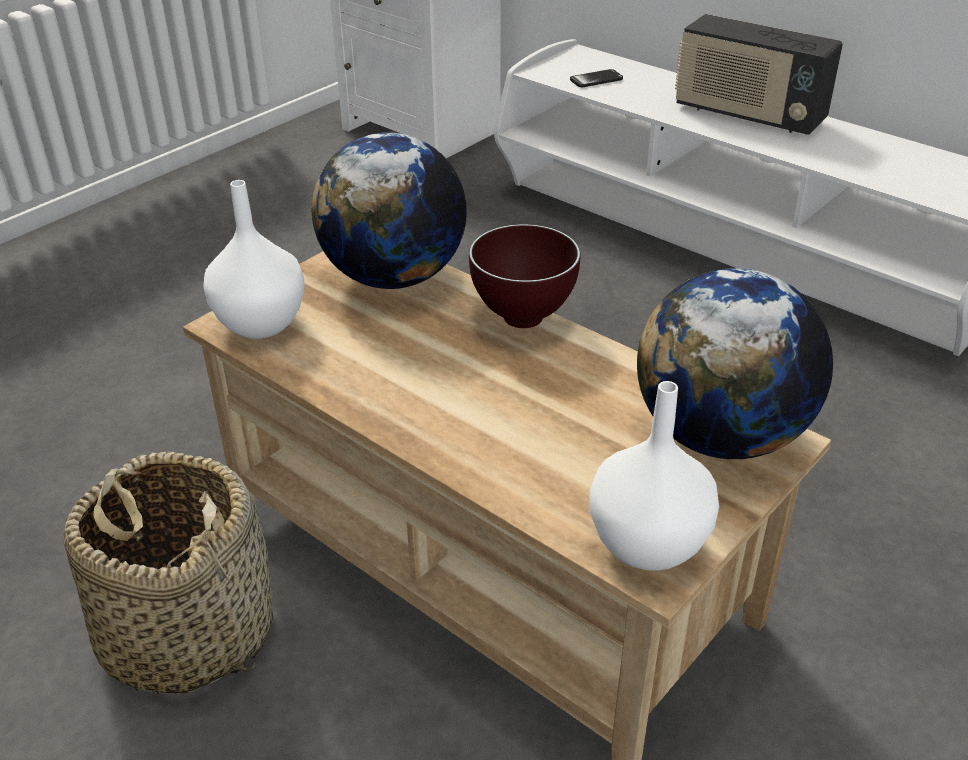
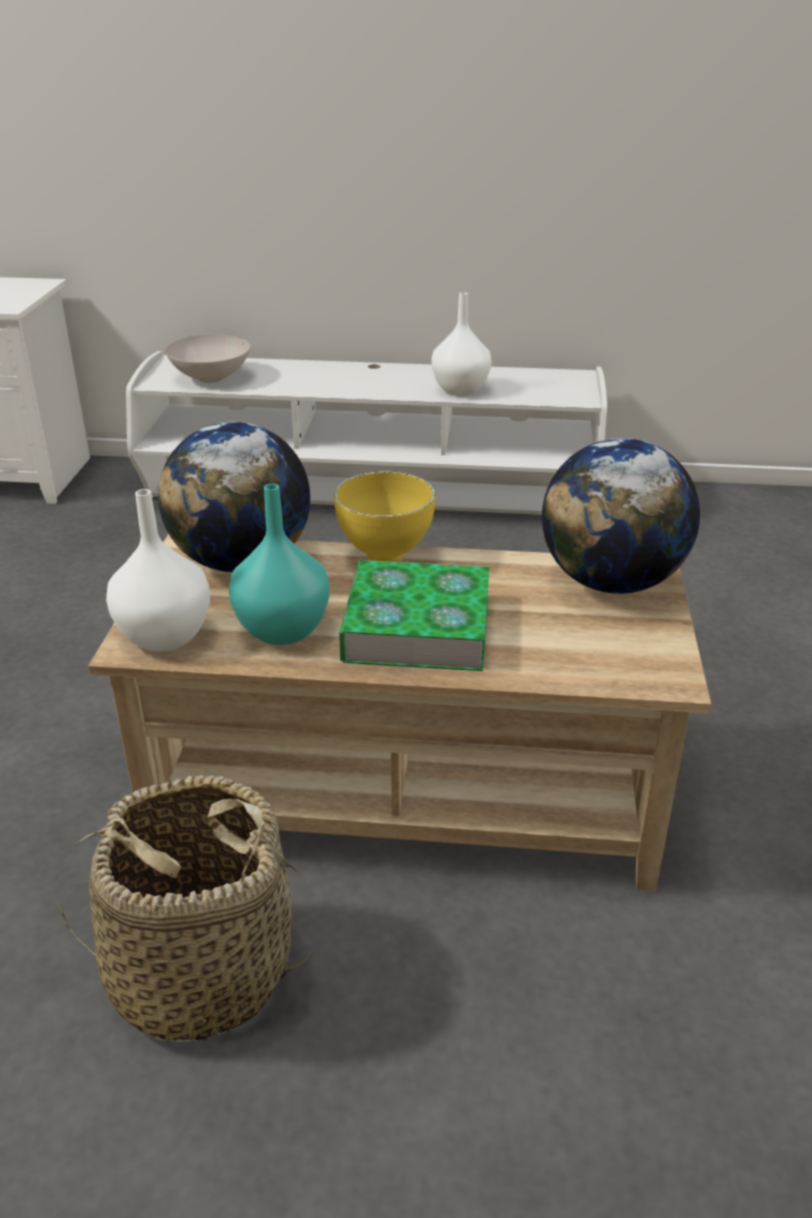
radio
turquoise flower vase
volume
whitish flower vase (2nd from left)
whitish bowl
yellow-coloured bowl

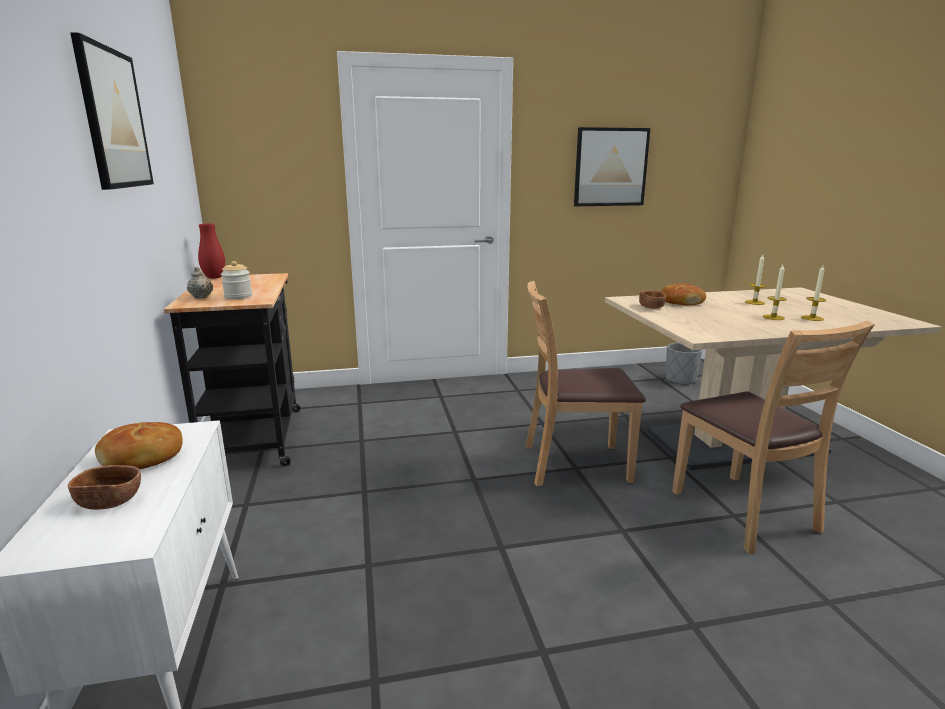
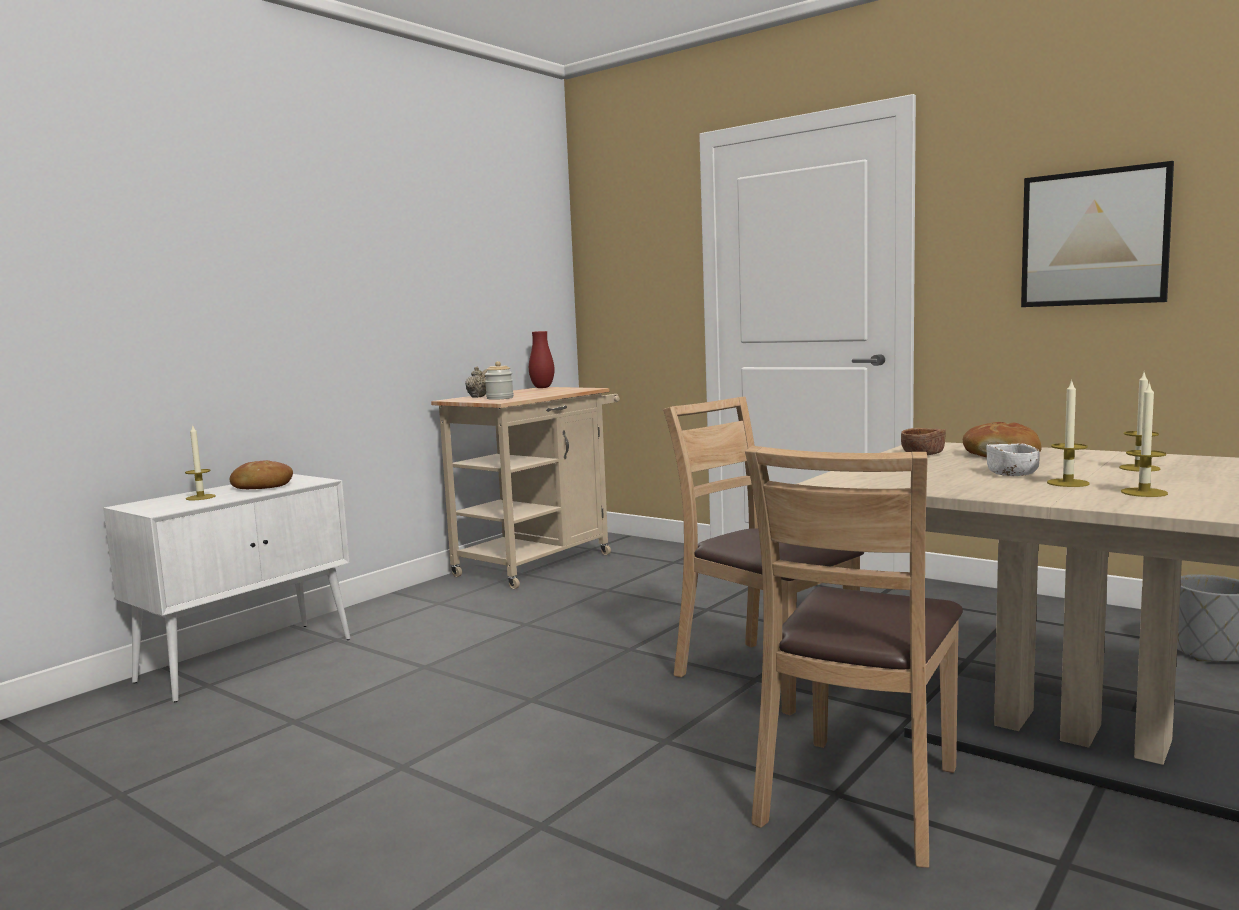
wall picture (1st from left in the first image)
whitish bowl
wax light (1st from left)
beige-coloured cart

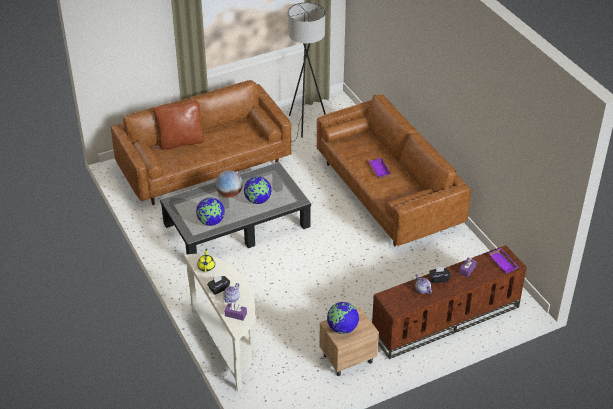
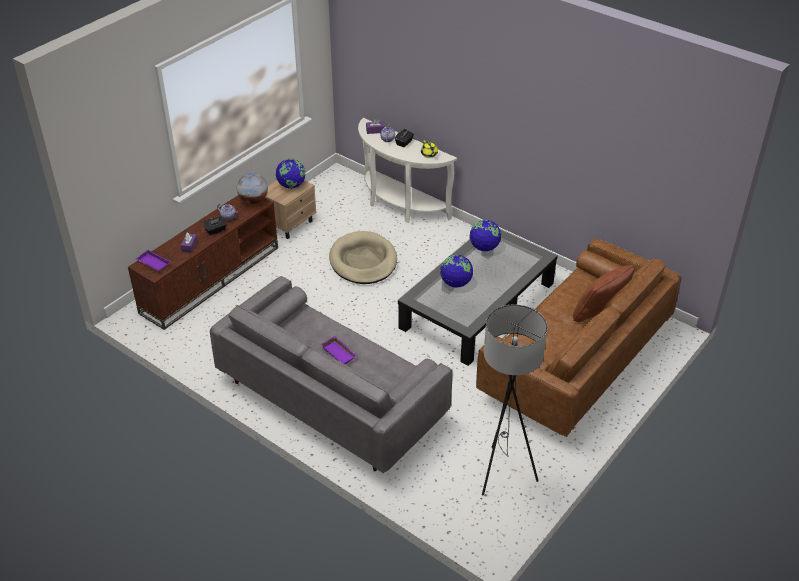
beige-coloured dog cushion
desk globe (1st from left)
greyish couch

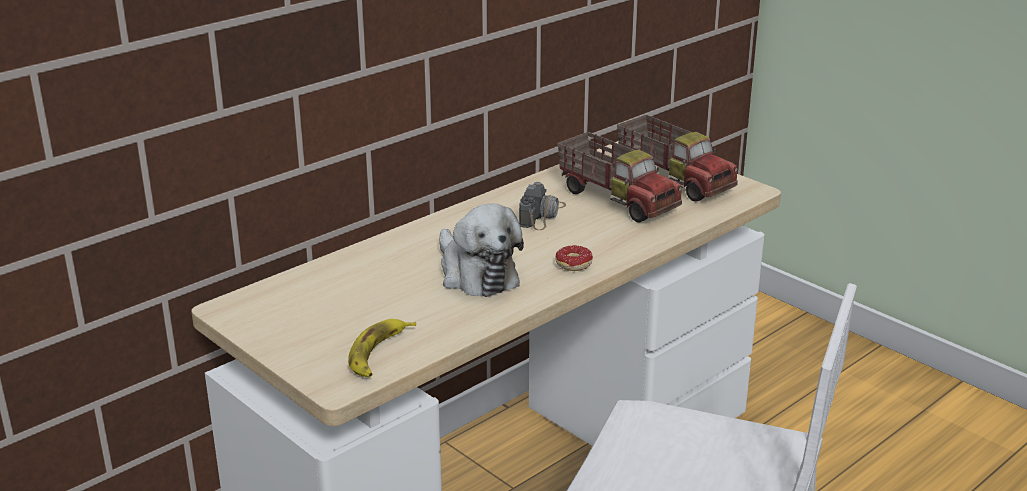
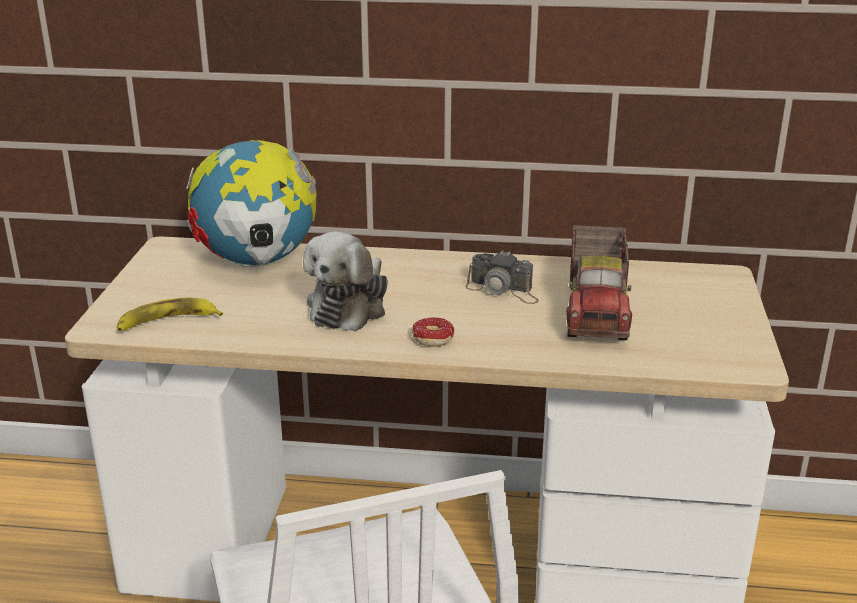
toy truck (2nd from left in the first image)
desk globe
photo camera

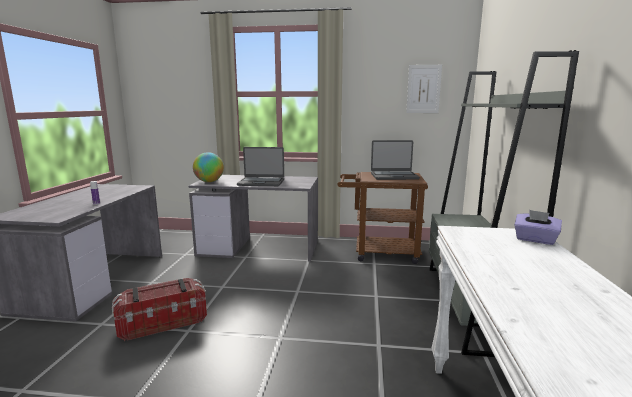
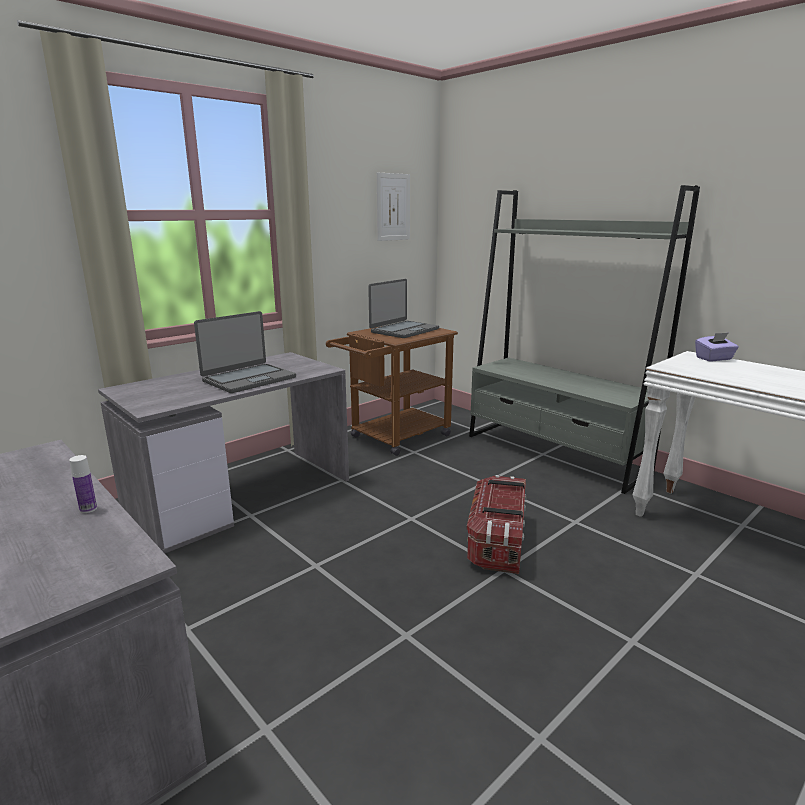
desk globe
storage container

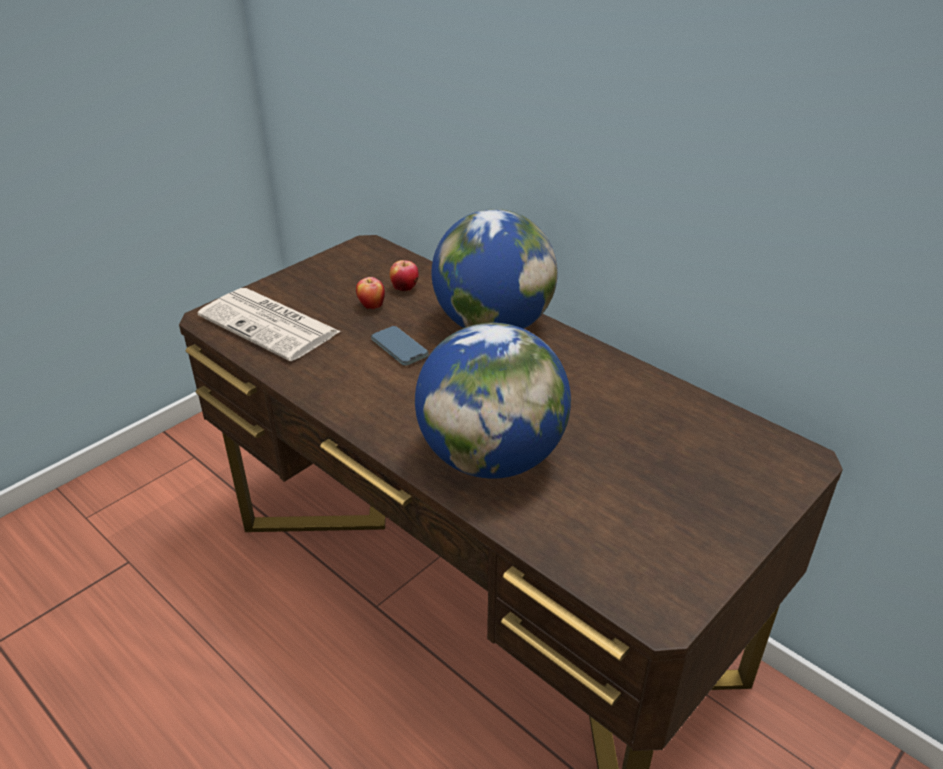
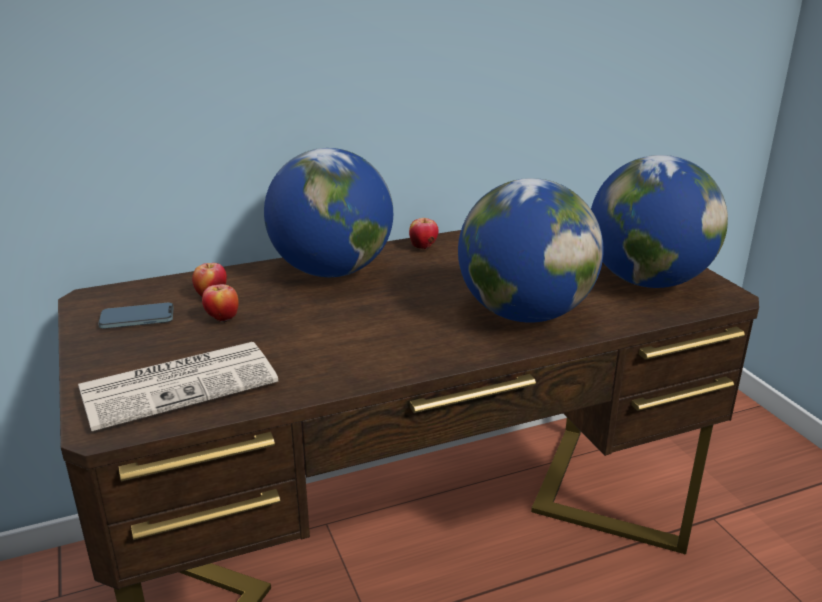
apple (3rd from left)
desk globe (3rd from left)
handset

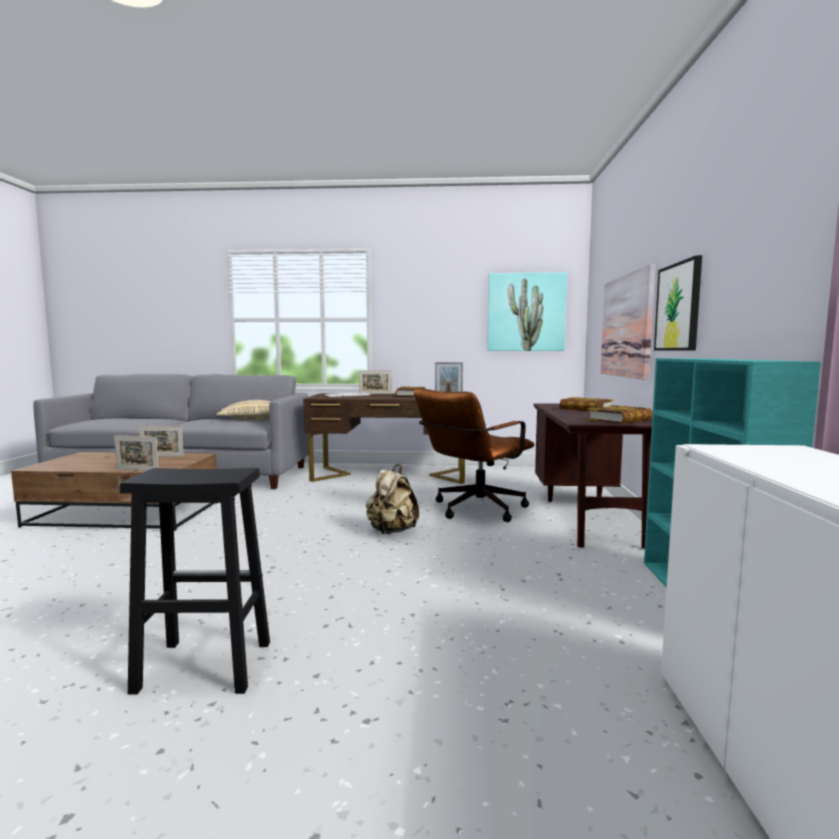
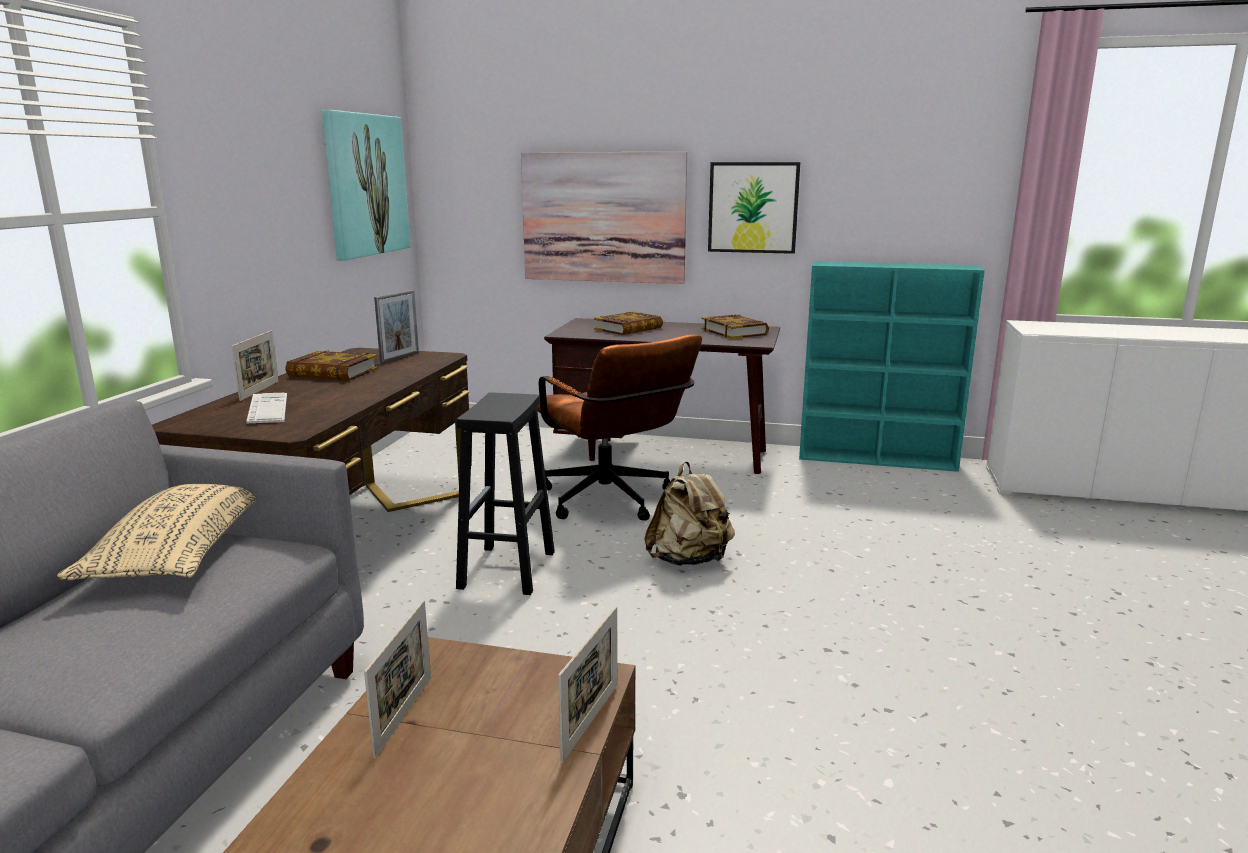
blackish stool seat

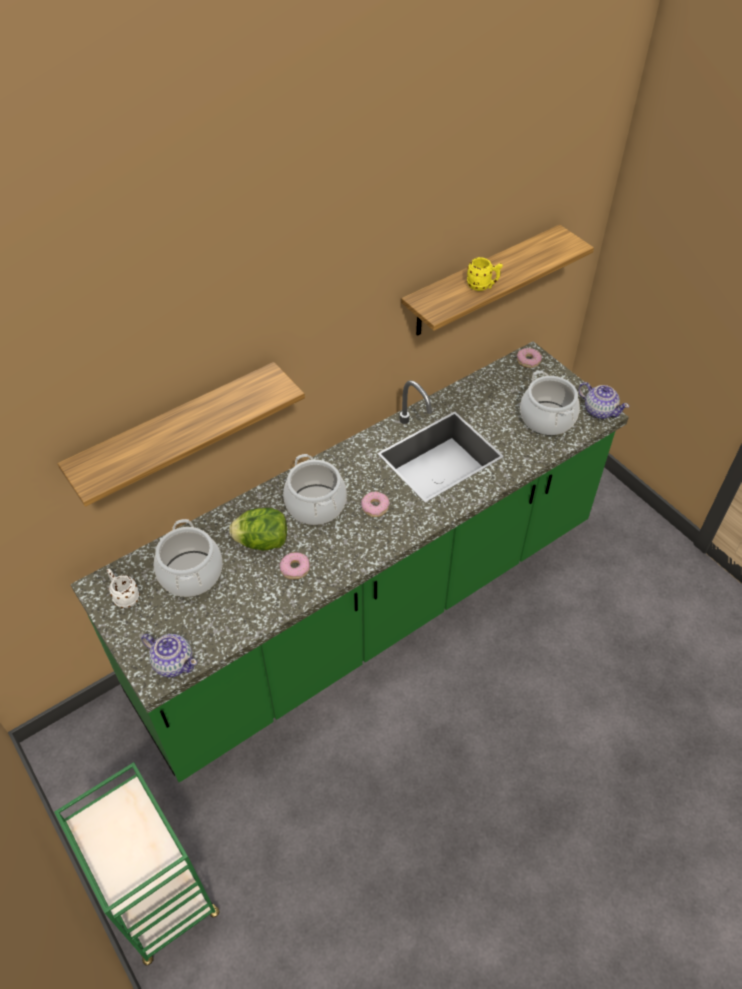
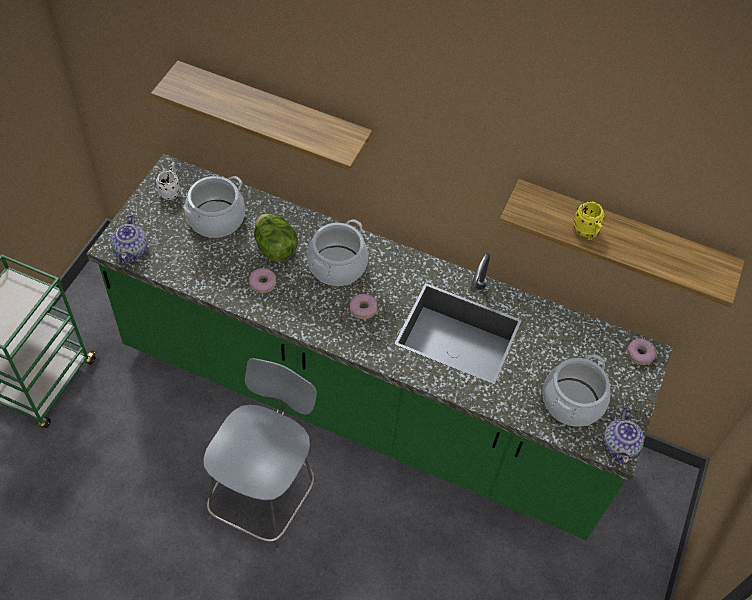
greyish stool seat

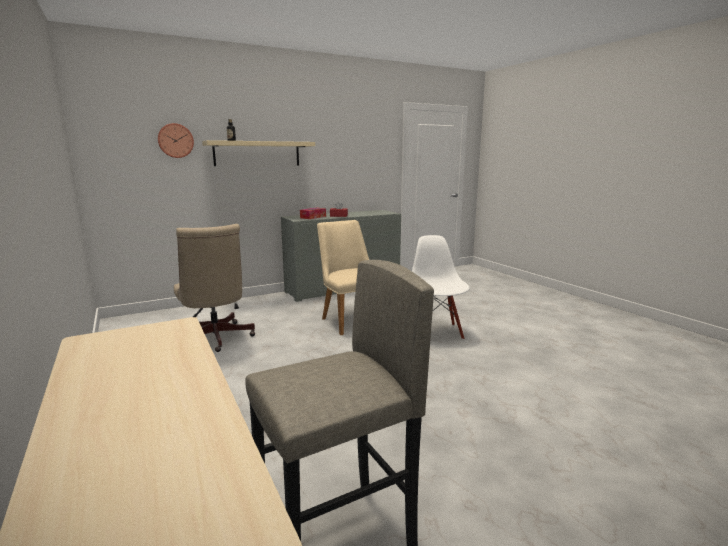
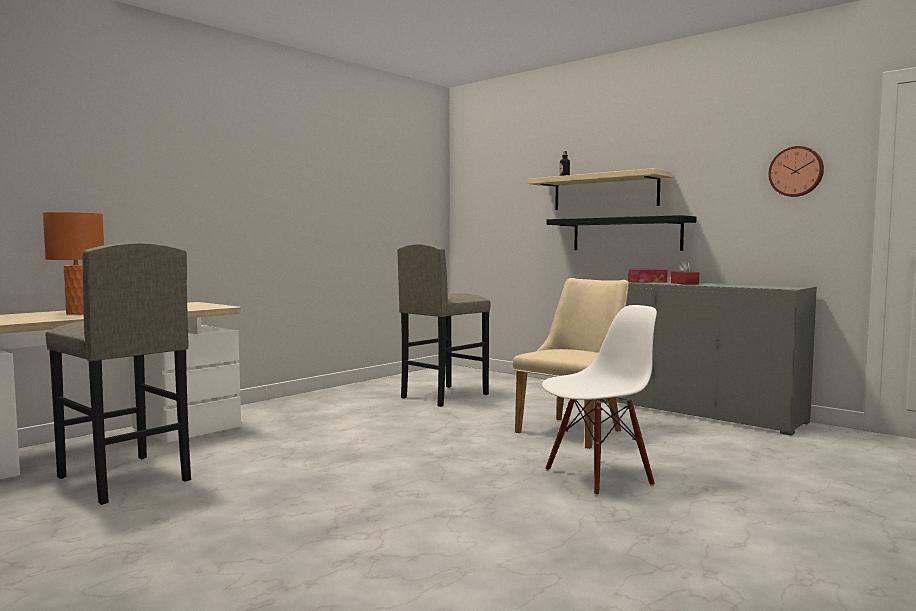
orangey table lamp
blackish wall shelf
hanging clock
greyish stool seat (2nd from left)

